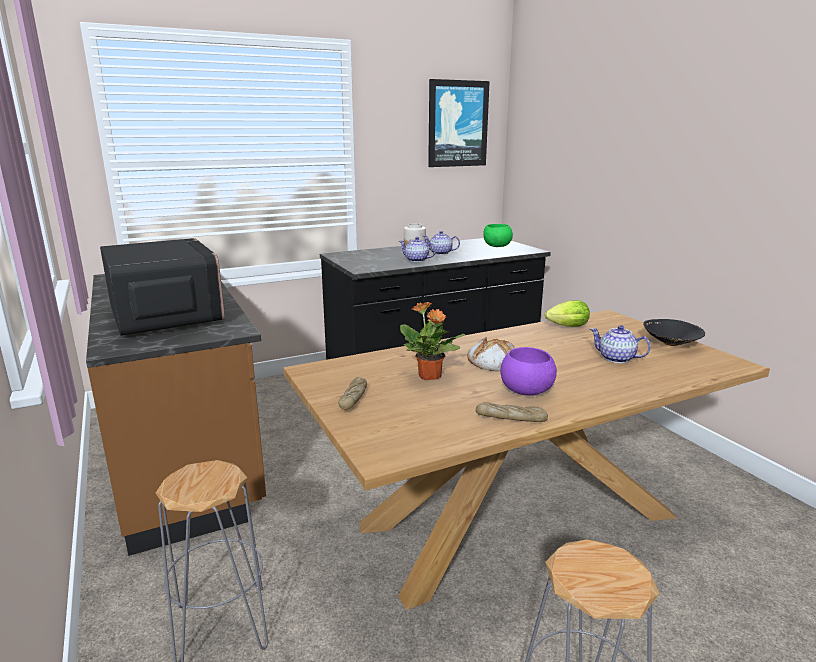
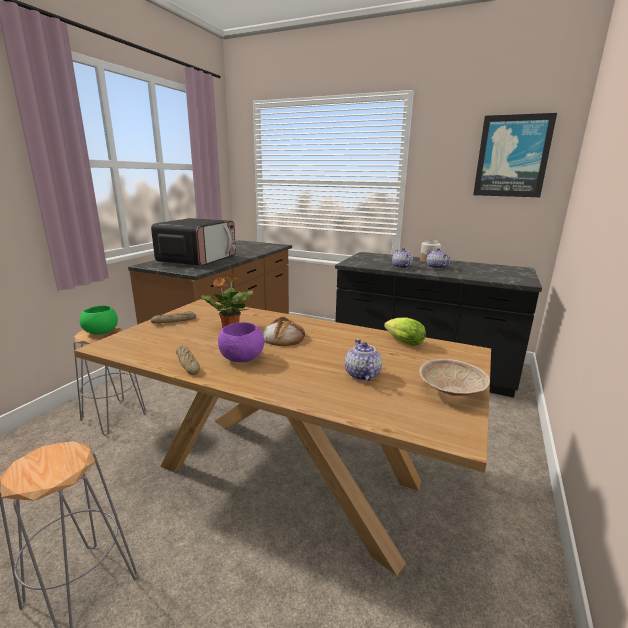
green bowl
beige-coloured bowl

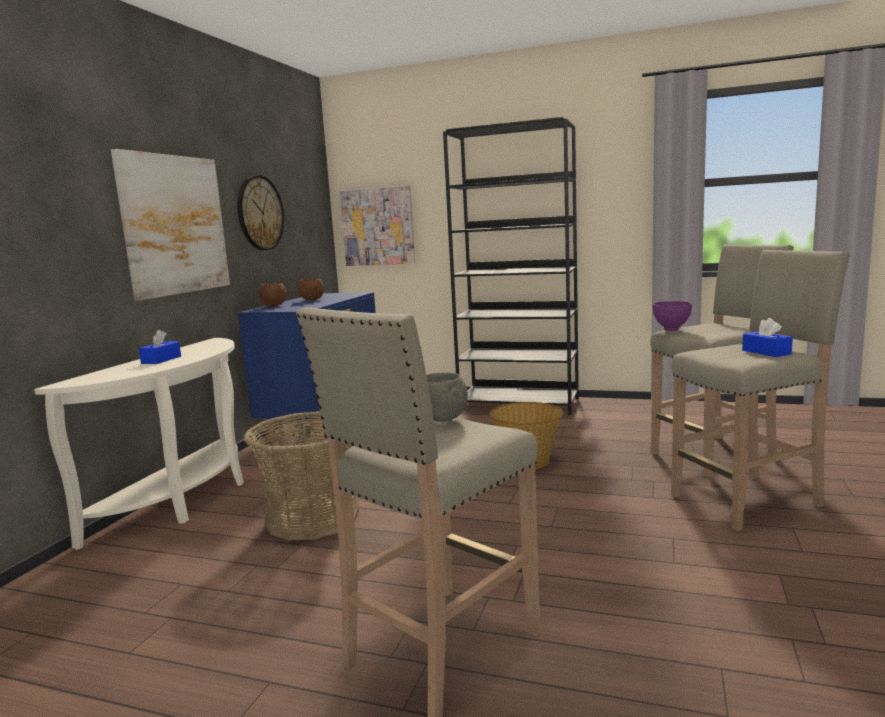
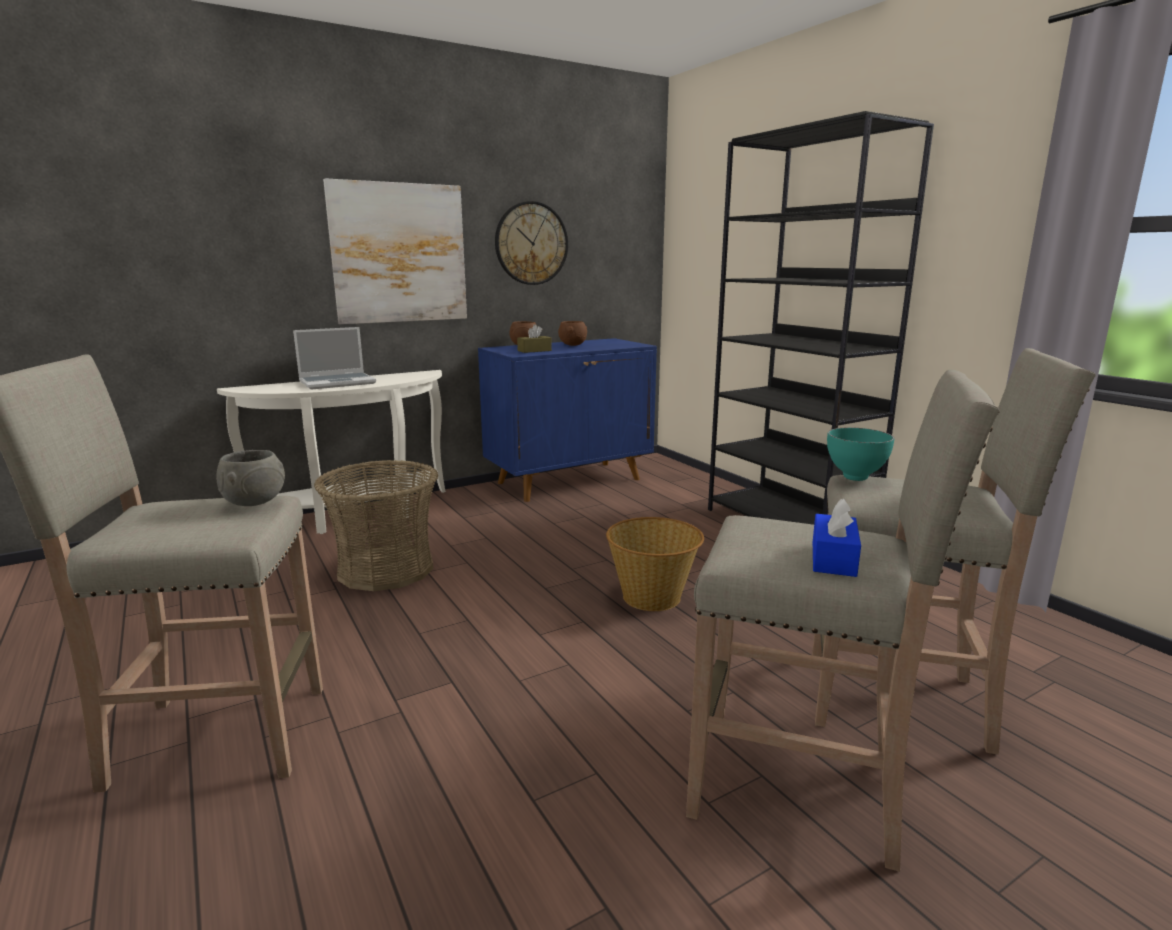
wall picture (2nd from left in the first image)
brown-coloured tissue holder
laptop
turquoise bowl

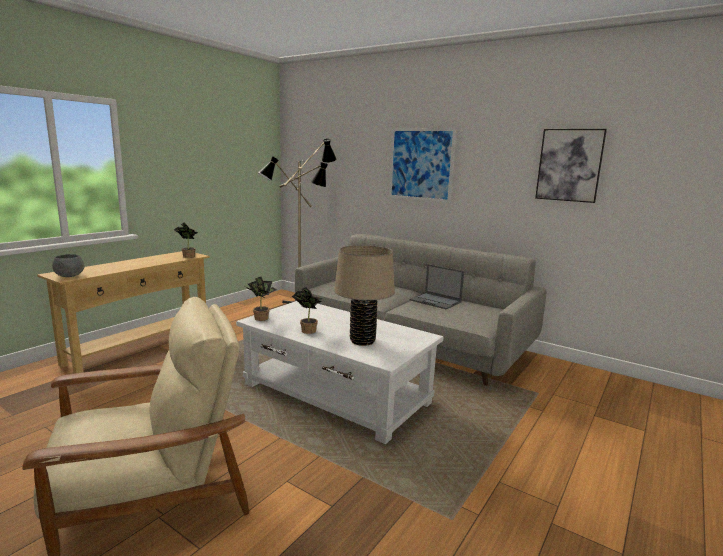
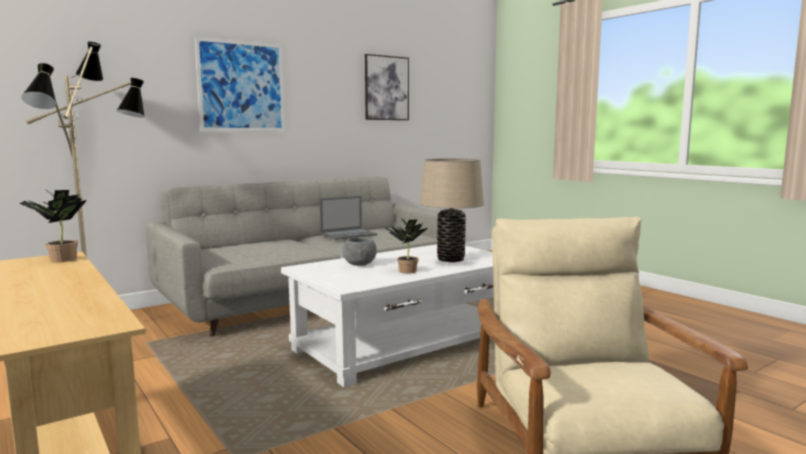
potted plant (2nd from left in the first image)
greyish bowl

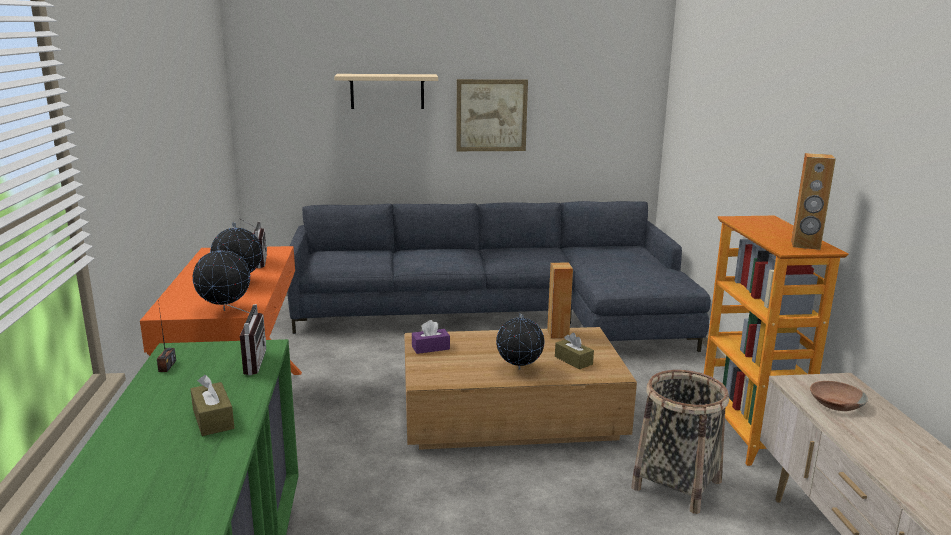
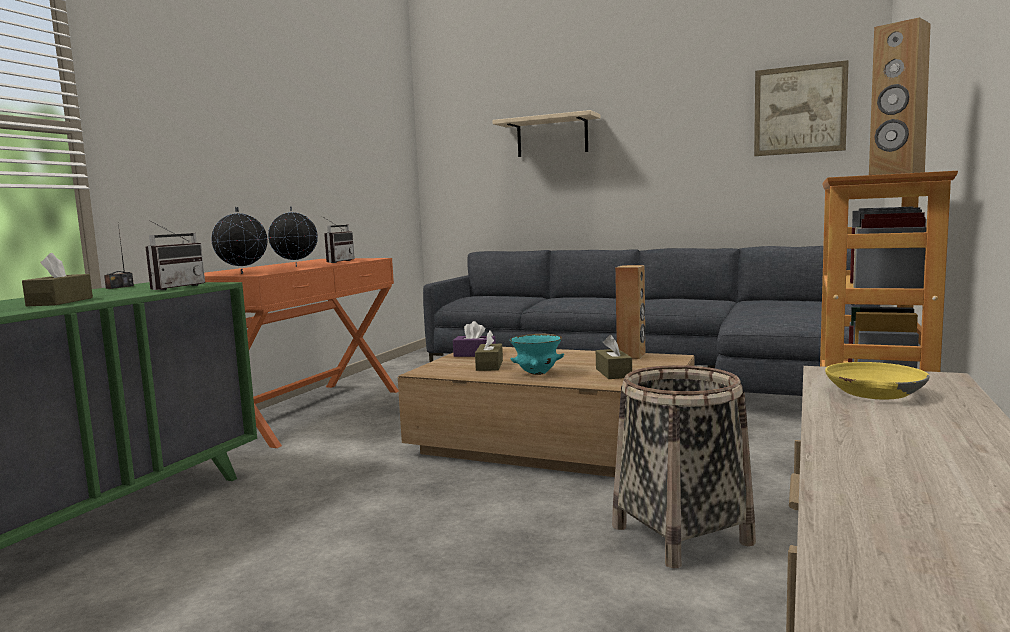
brown-coloured tissue holder (2nd from left)
wall picture
turquoise bowl
yellow-coloured bowl

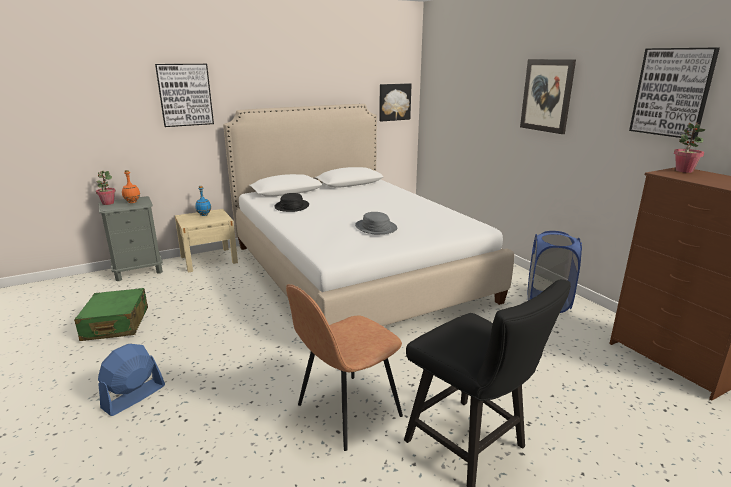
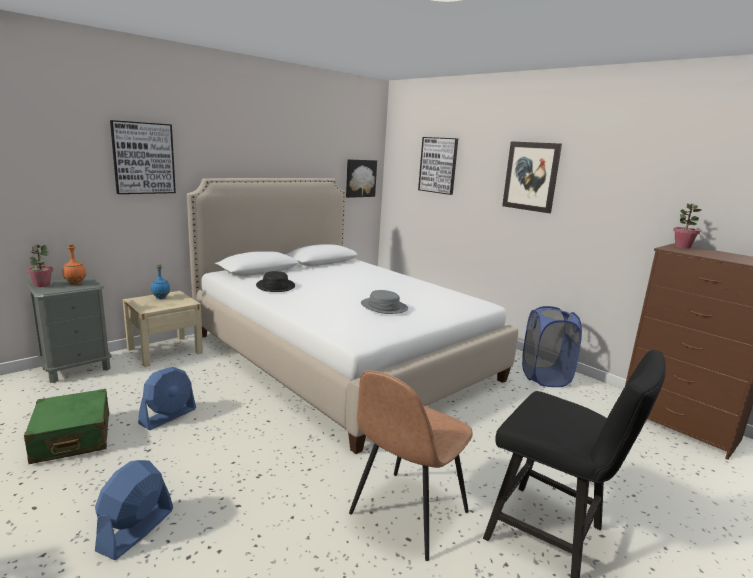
bluish electric fan (2nd from left)
wall picture (3rd from left)

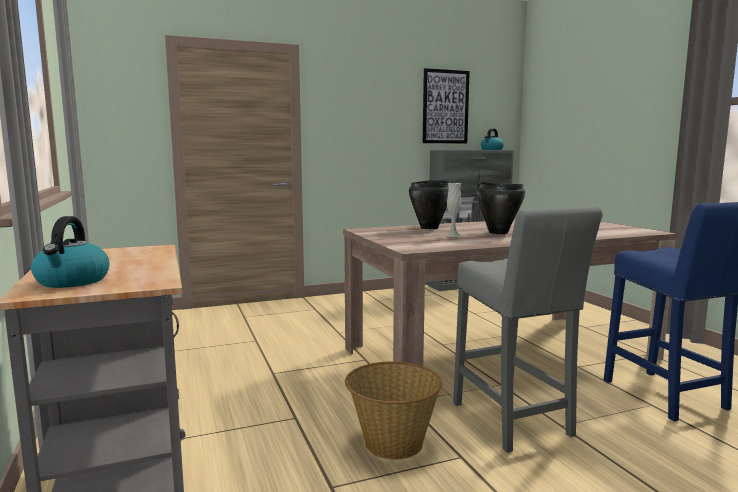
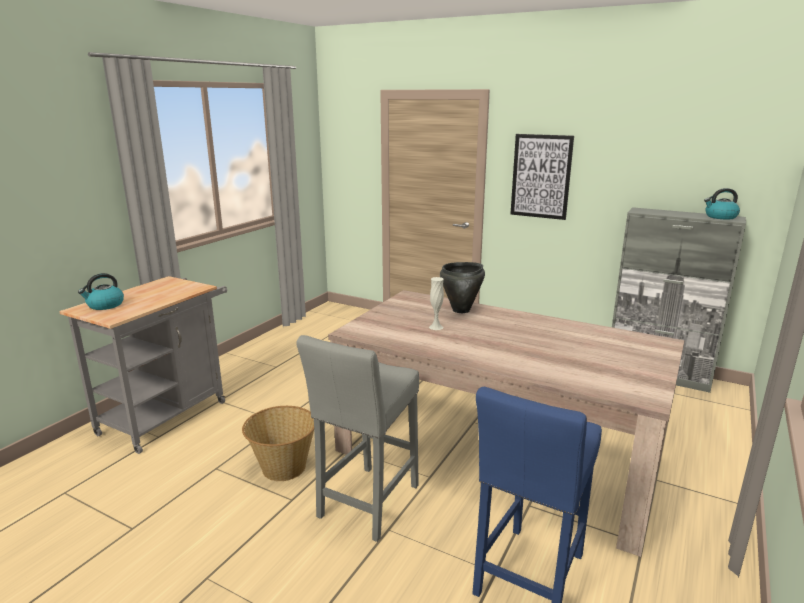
blackish cooking pot (2nd from left in the first image)
wall picture

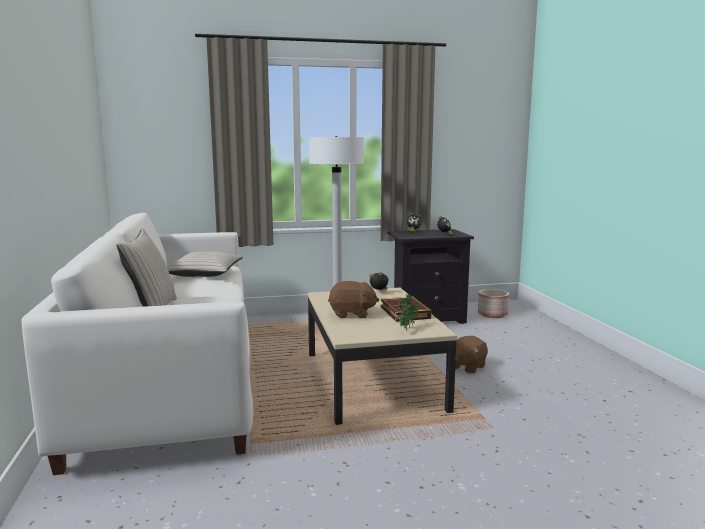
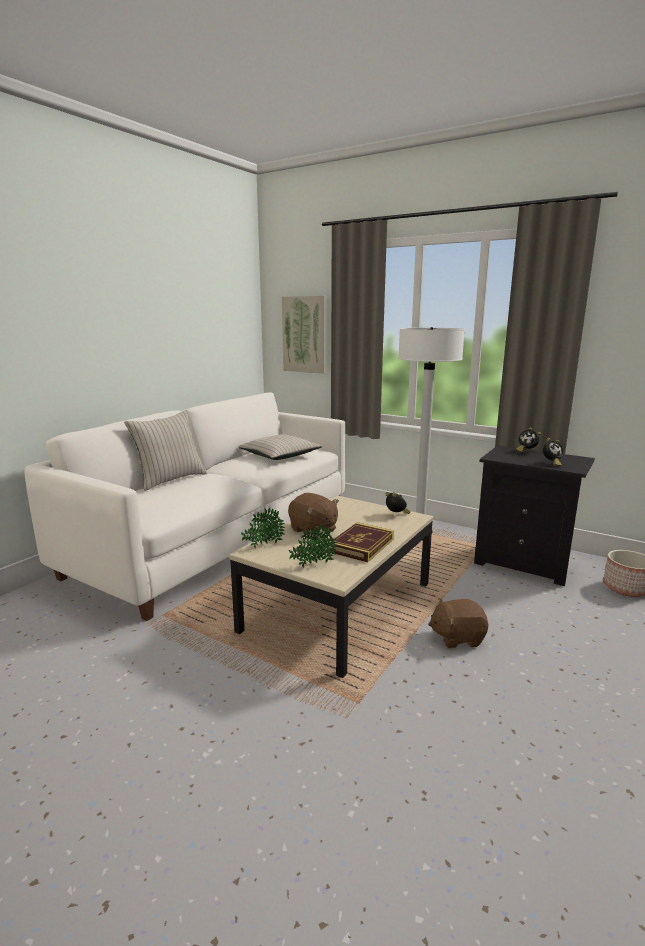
potted plant (1st from left)
wall picture

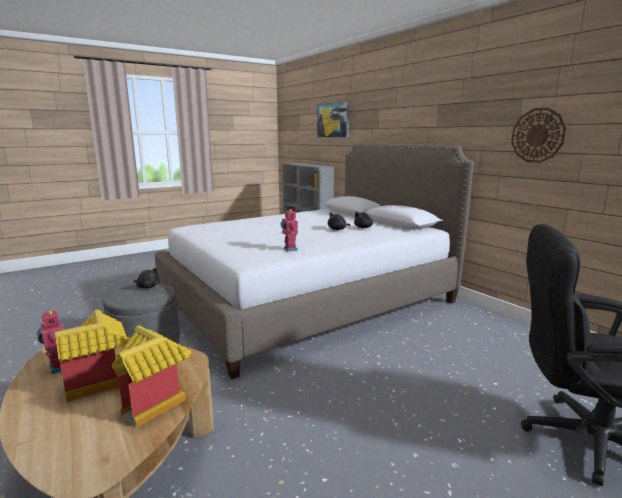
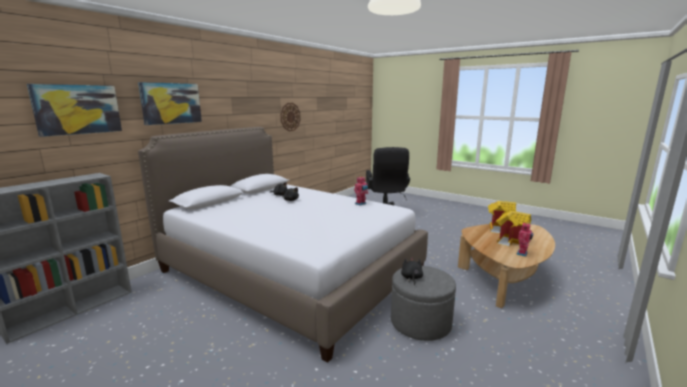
wall picture (2nd from left)

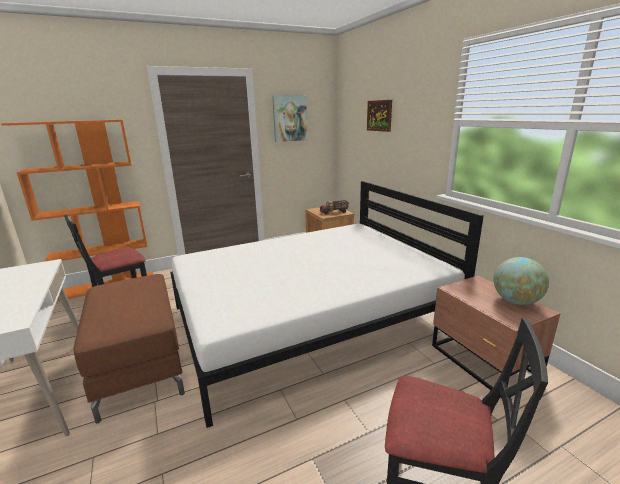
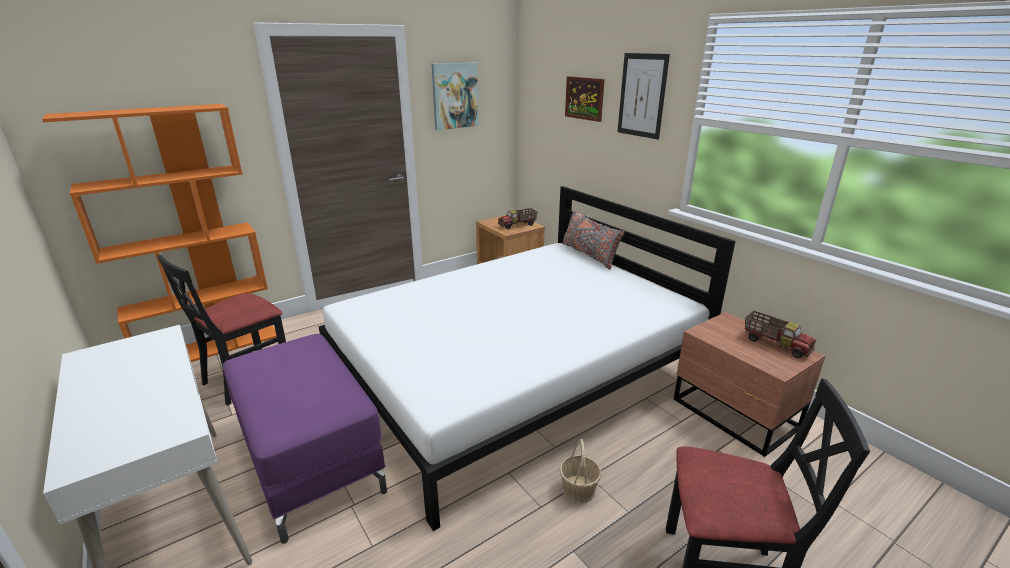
household basket
greyish pillow
wall picture (3rd from left)
toy truck (2nd from left)
purple pouffe

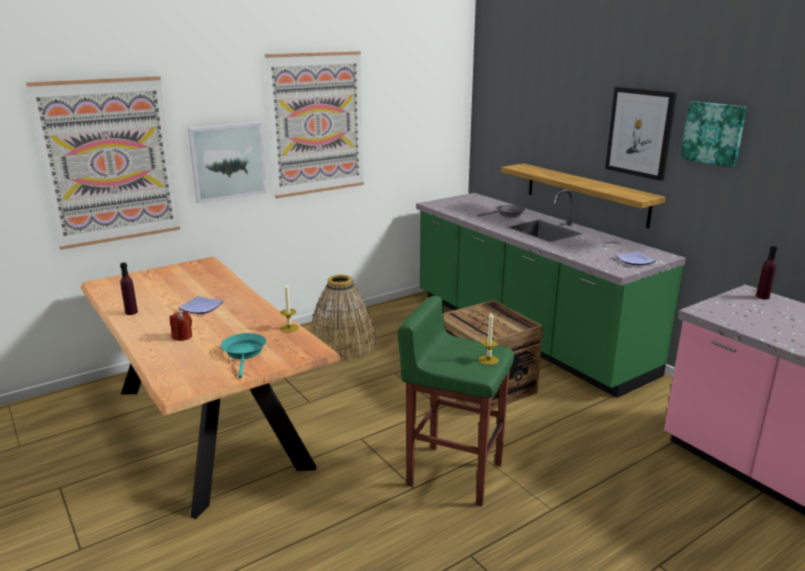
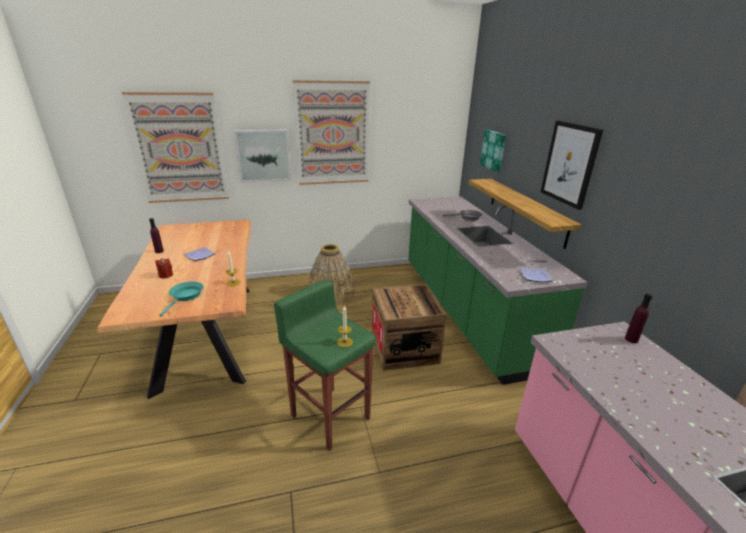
wall picture (4th from left)

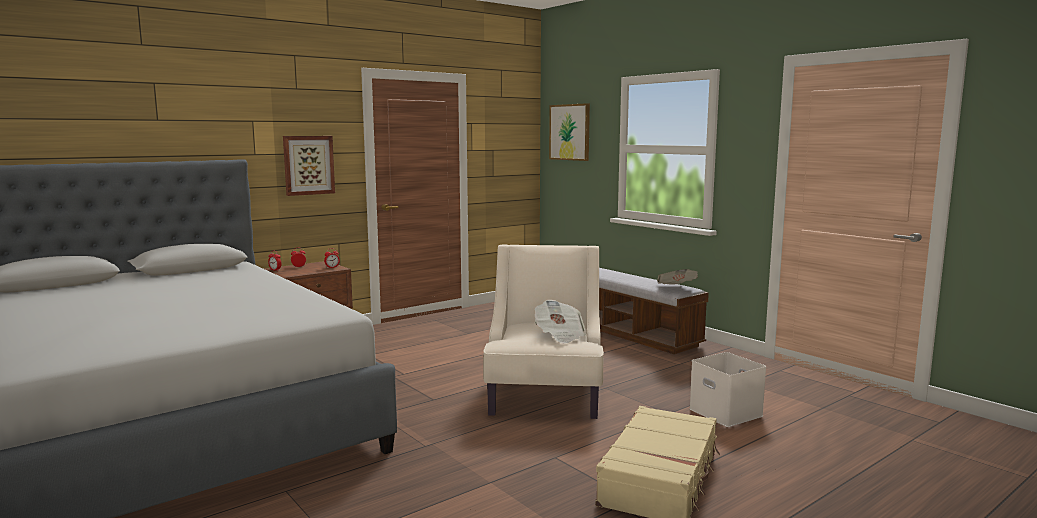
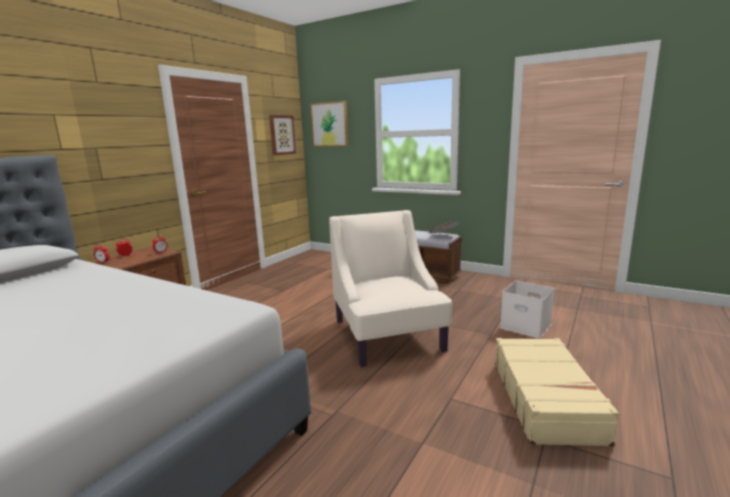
newspaper (1st from left in the first image)
wall picture (1st from left)

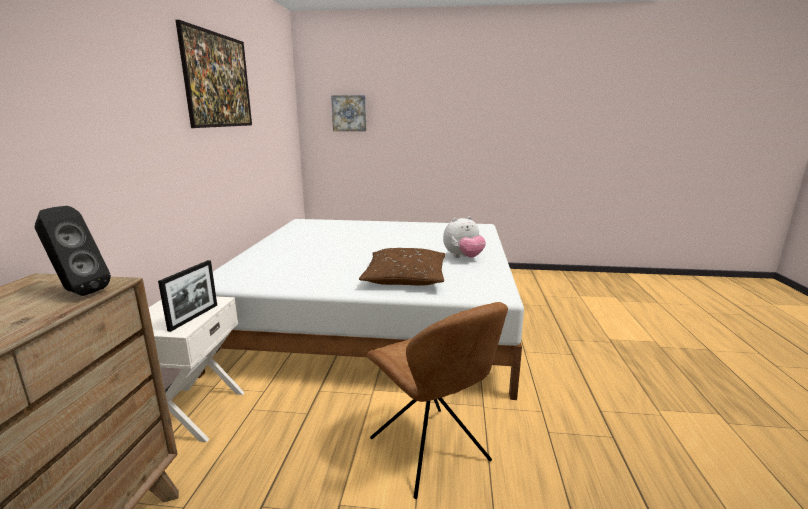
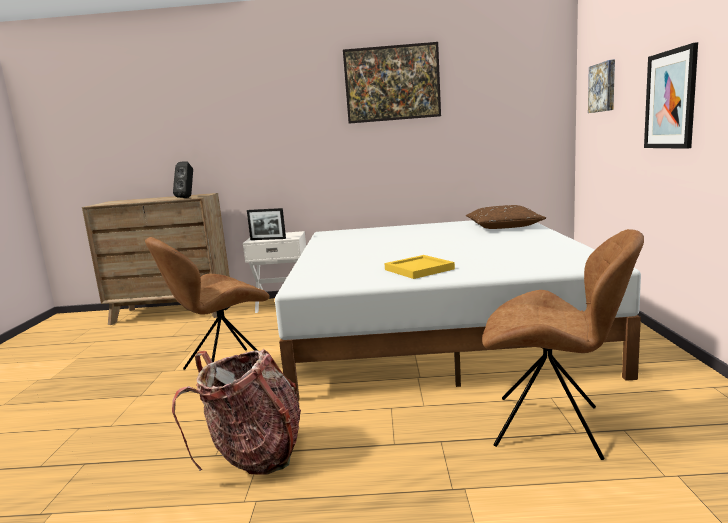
backpack
brown-coloured chair (2nd from left)
wall picture (3rd from left)
brown-coloured pillow
yellow-coloured tray

